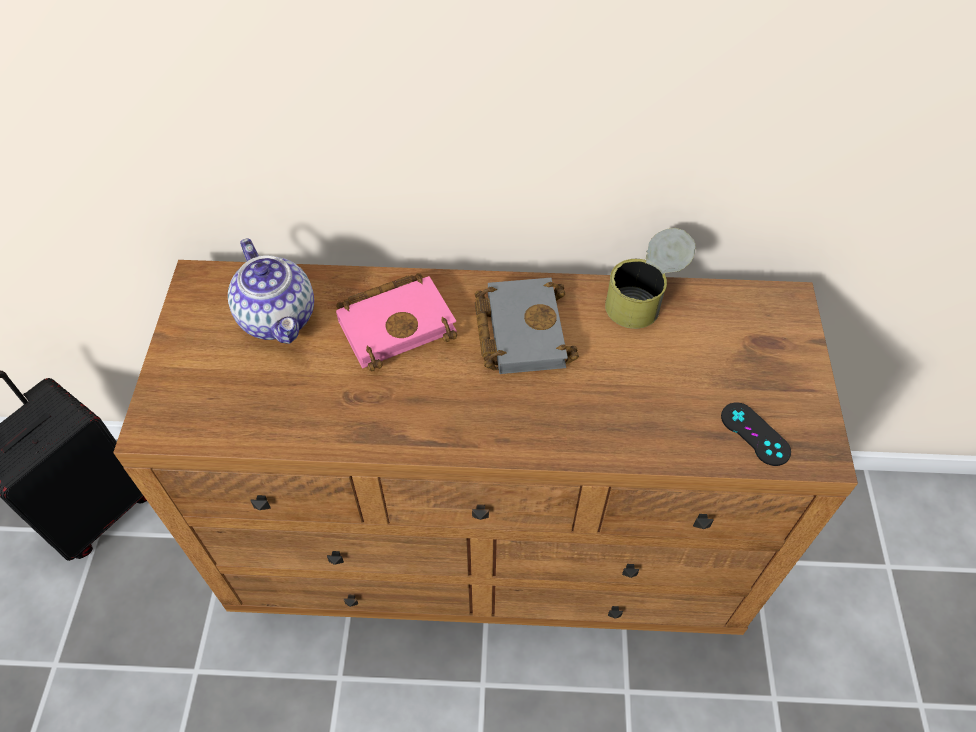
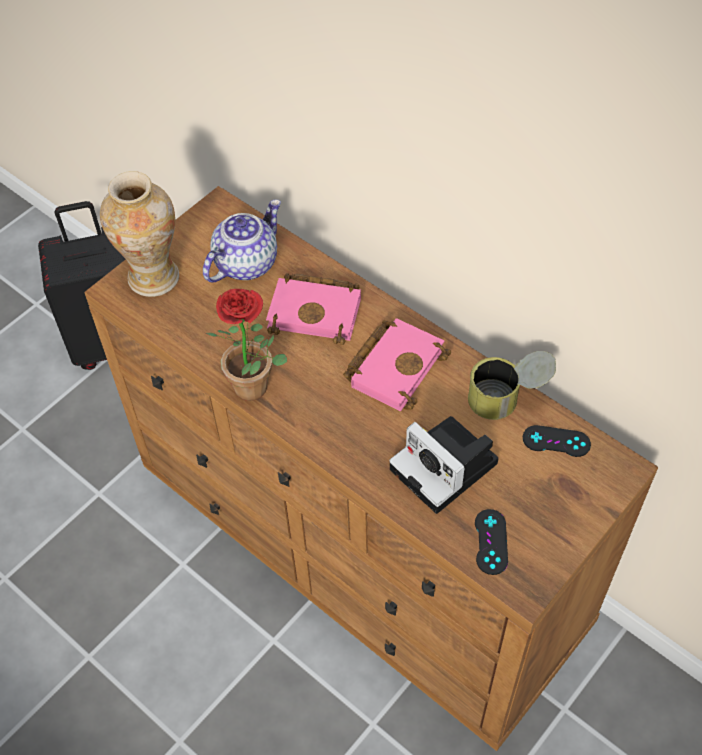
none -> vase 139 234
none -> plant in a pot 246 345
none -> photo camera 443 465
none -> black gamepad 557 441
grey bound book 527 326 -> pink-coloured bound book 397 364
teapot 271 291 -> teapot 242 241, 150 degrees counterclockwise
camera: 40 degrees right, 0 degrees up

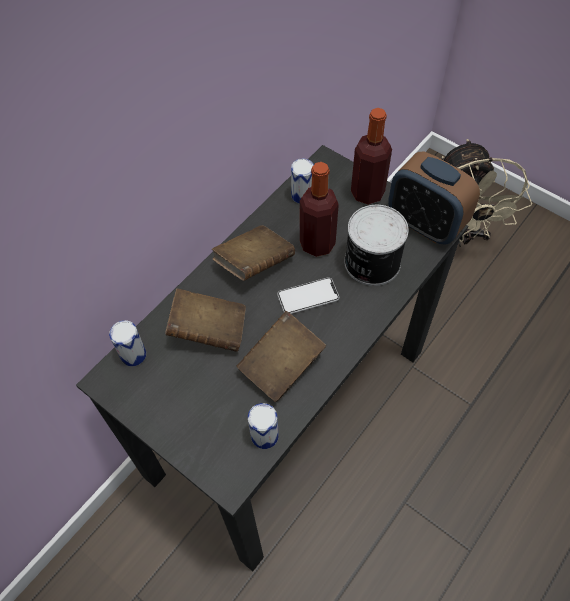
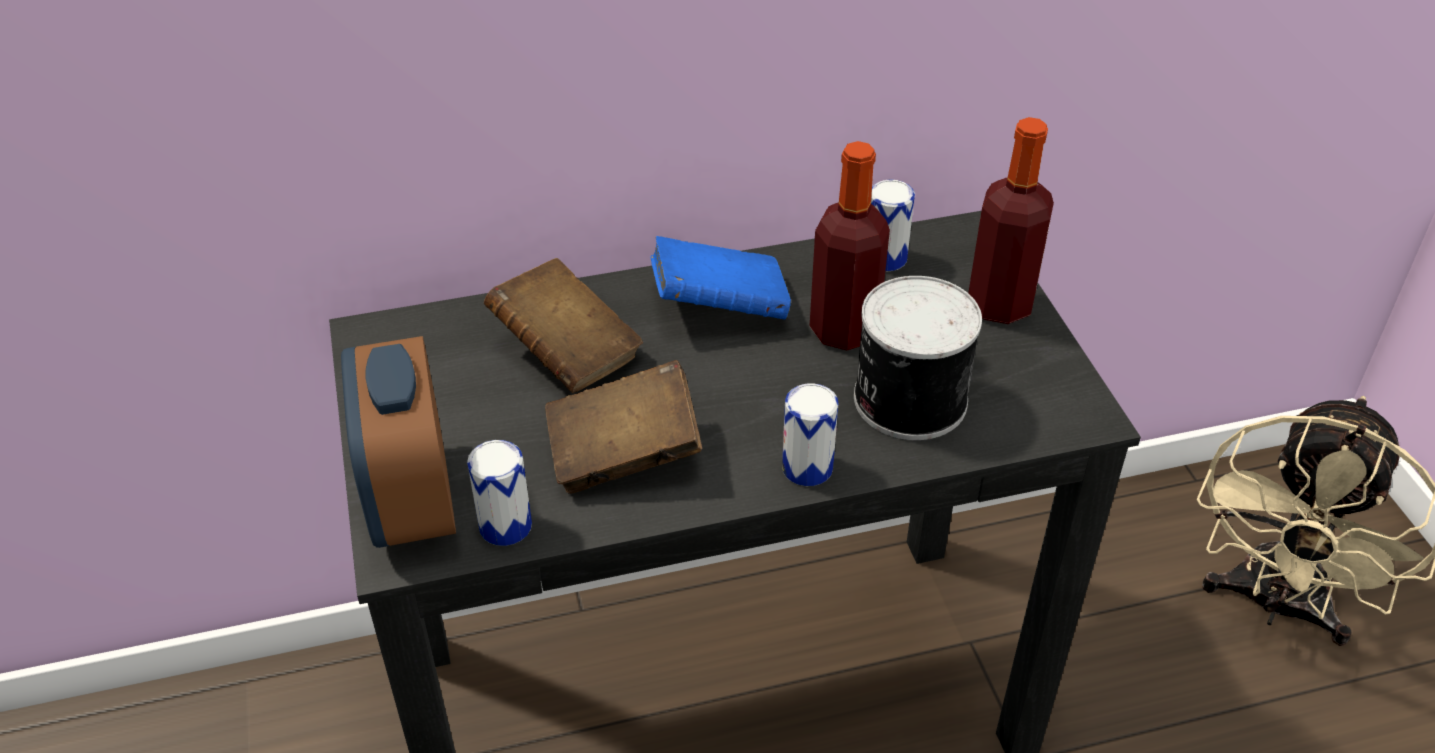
phone 308 295 -> none
metal can 127 343 -> metal can 810 434, moved
bedside clock 434 198 -> bedside clock 398 442, moved
brownish bound book 253 253 -> blue-coloured bound book 720 278
camera: 35 degrees right, 15 degrees down

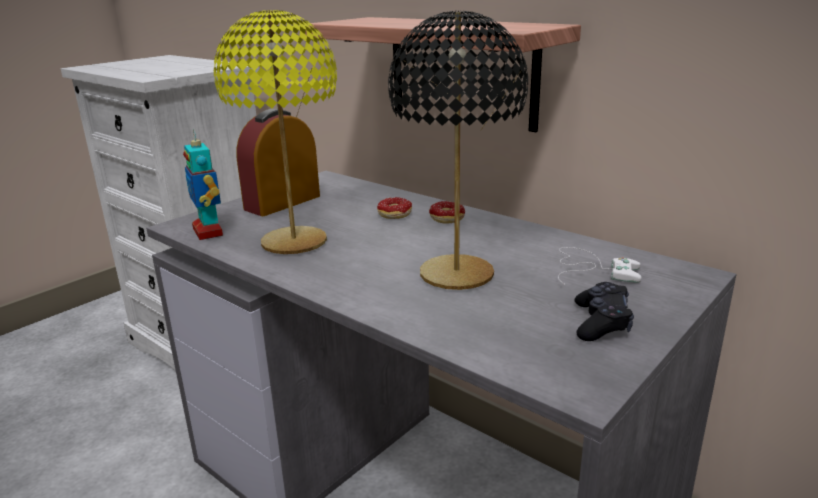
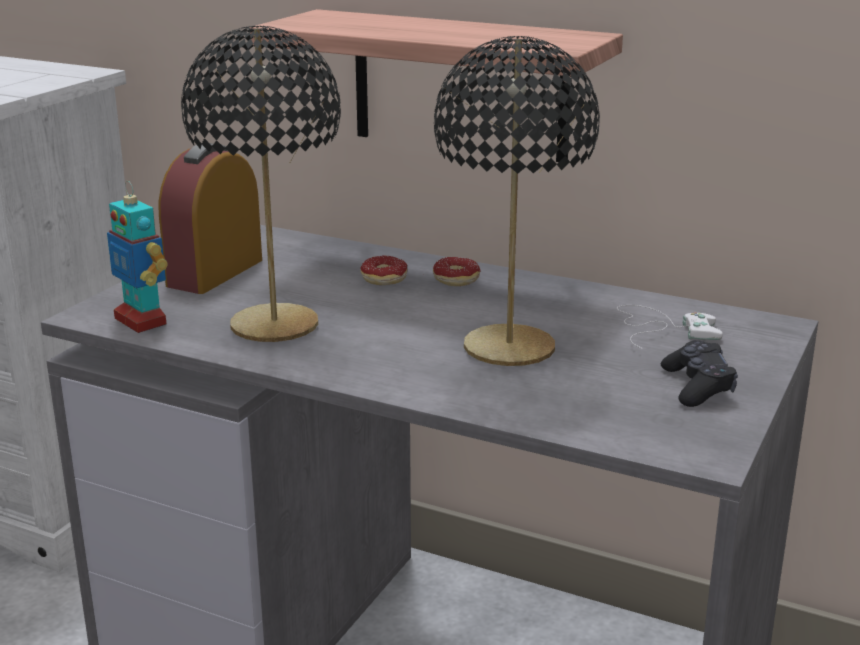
yellow table lamp 275 132 -> black table lamp 261 184
camera: 15 degrees left, 0 degrees up

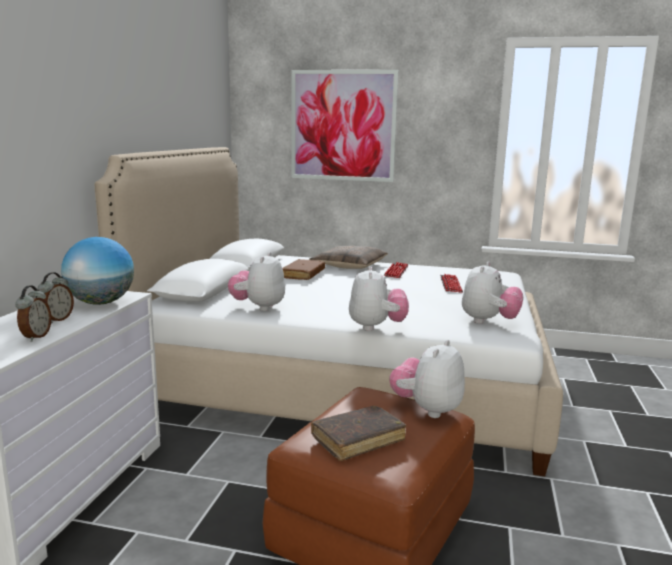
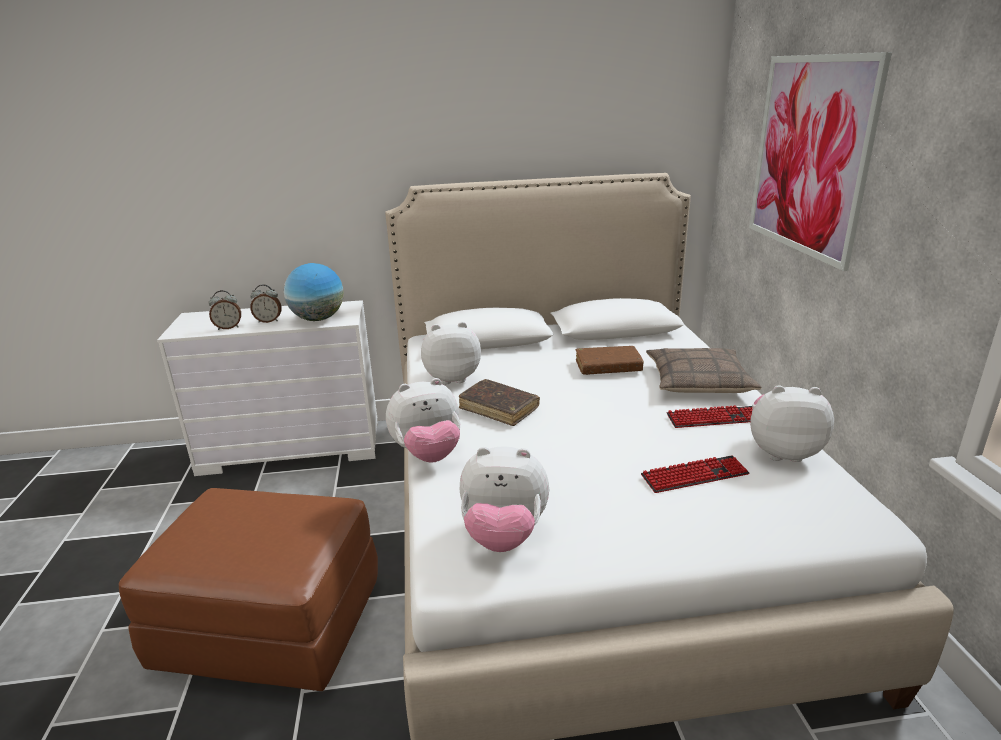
brownish bound book 358 433 -> brownish bound book 499 402, moved
soft toy 427 379 -> soft toy 792 423, moved
camera: 70 degrees right, 10 degrees up

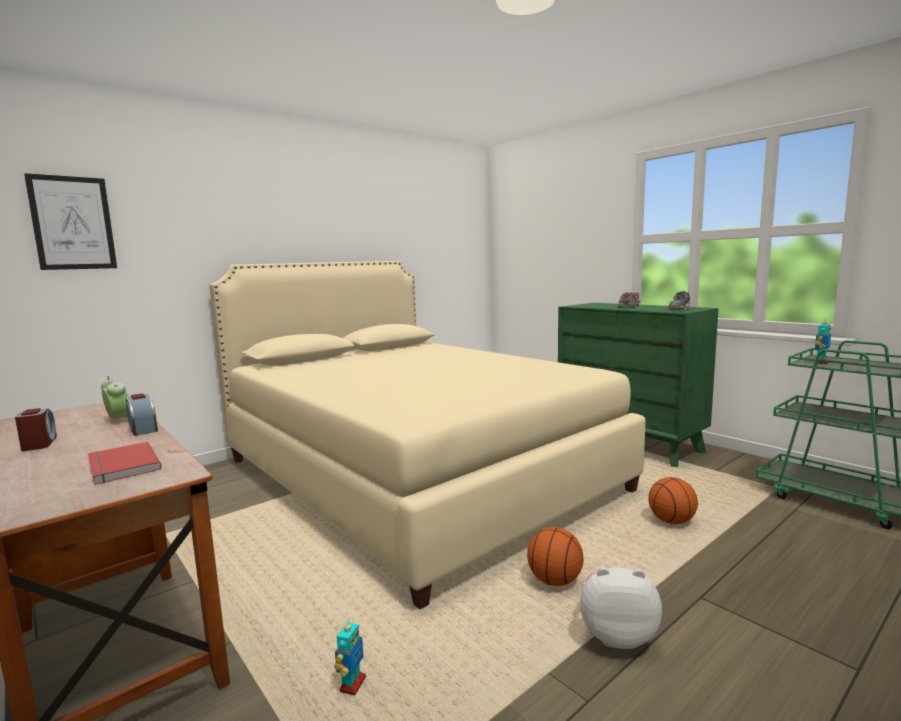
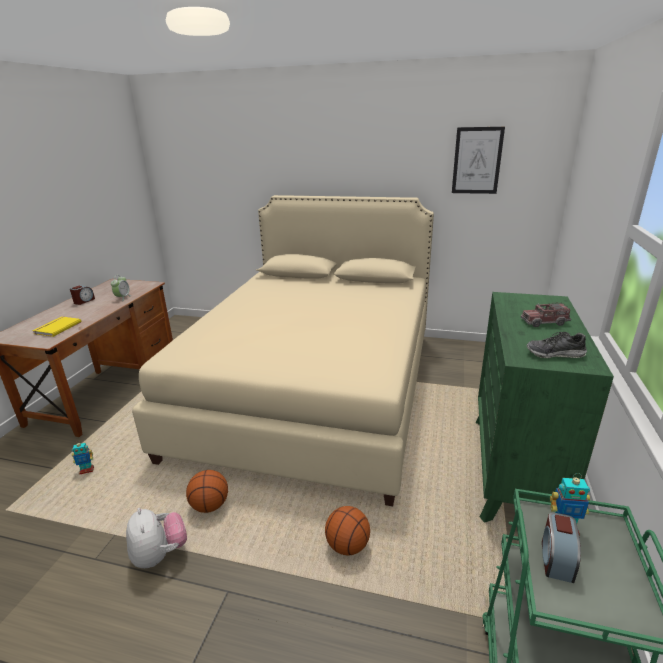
picture 70 221 -> picture 478 160, moved
bedside clock 142 414 -> bedside clock 561 547, moved
red-coloured bound book 125 463 -> yellow bound book 56 327
camera: 55 degrees right, 15 degrees up

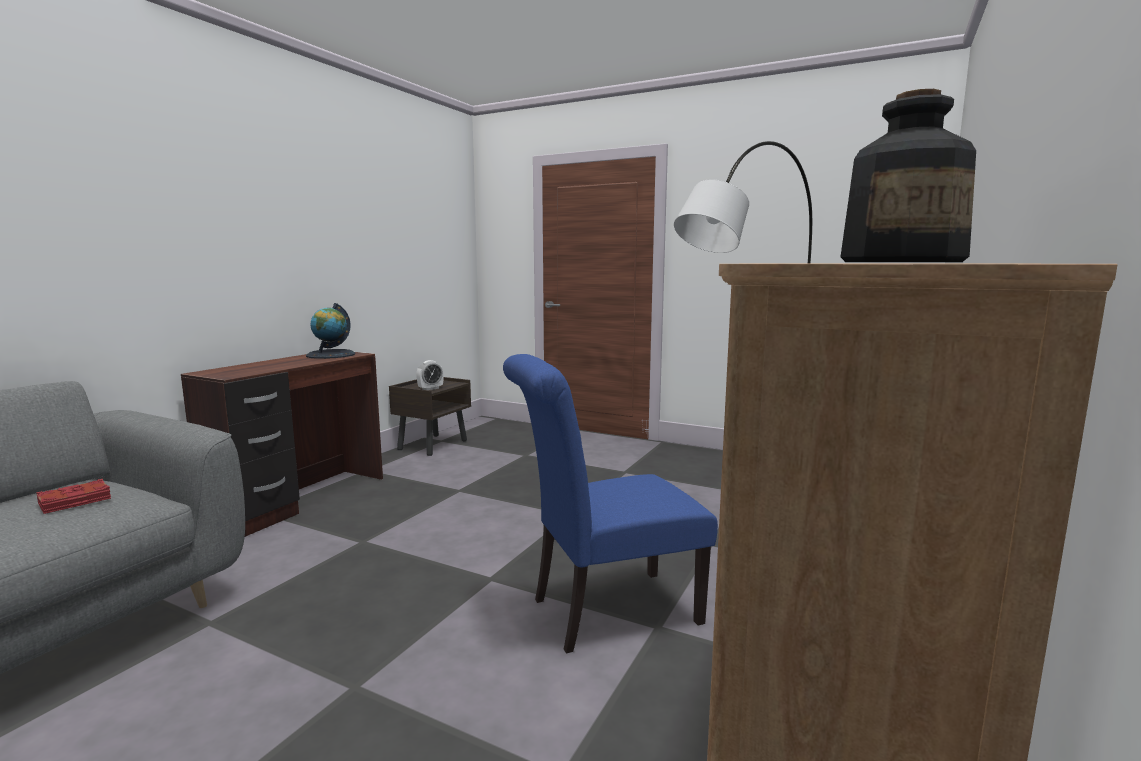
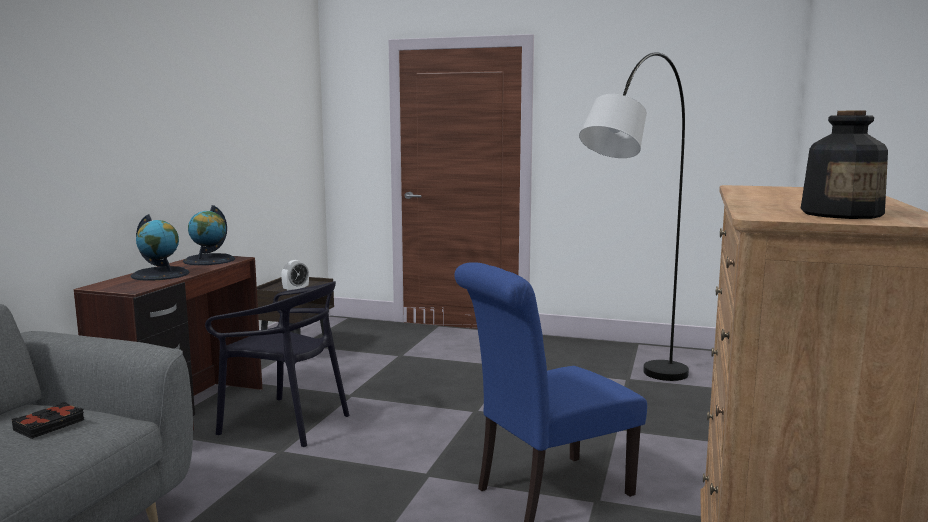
none -> world globe 160 247
none -> black chair 277 364
red-coloured bound book 73 496 -> black bound book 48 420
camera: 10 degrees left, 0 degrees up

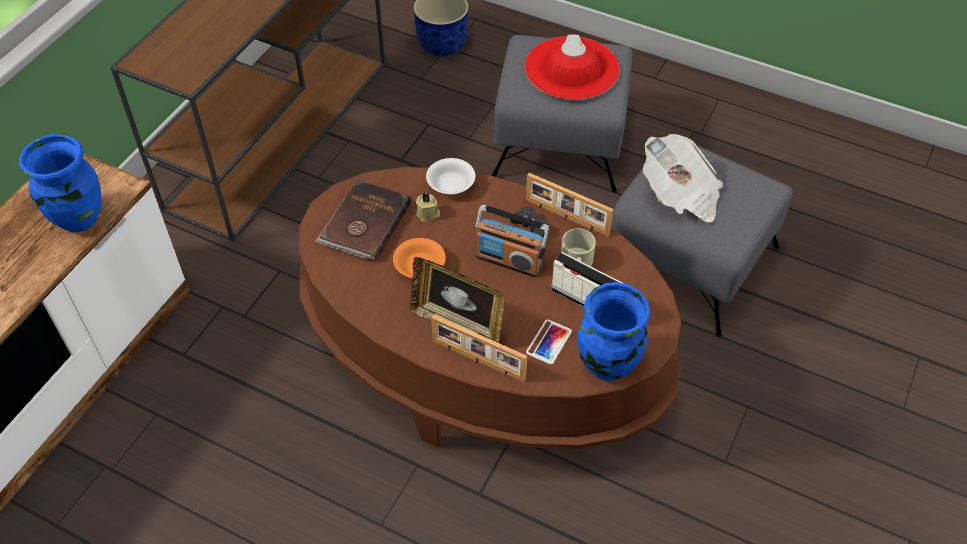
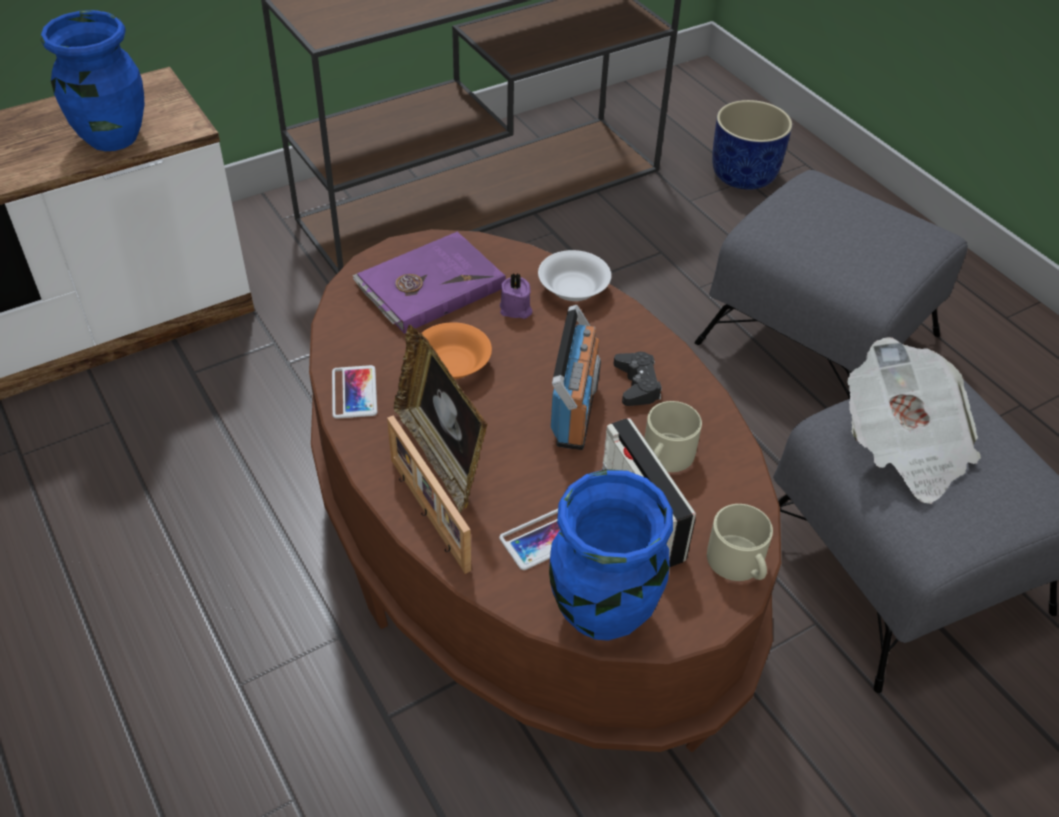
red-coloured clothing hat 572 67 -> none
picture frame 569 205 -> none
none -> phone 354 392
none -> beige tea mug 740 542
brownish bound book 363 221 -> purple-coloured bound book 429 283
beige wax candle 428 207 -> purple-coloured wax candle 516 296
radio set 512 241 -> radio set 576 377, 135 degrees counterclockwise
camera: 30 degrees right, 5 degrees down

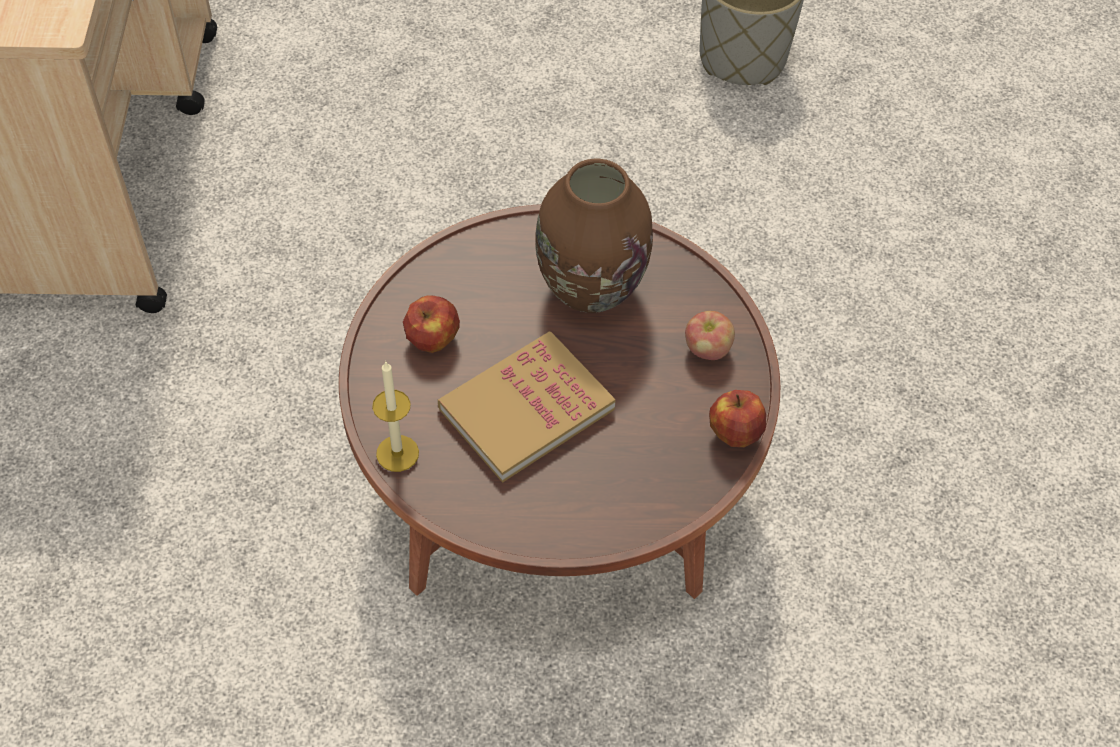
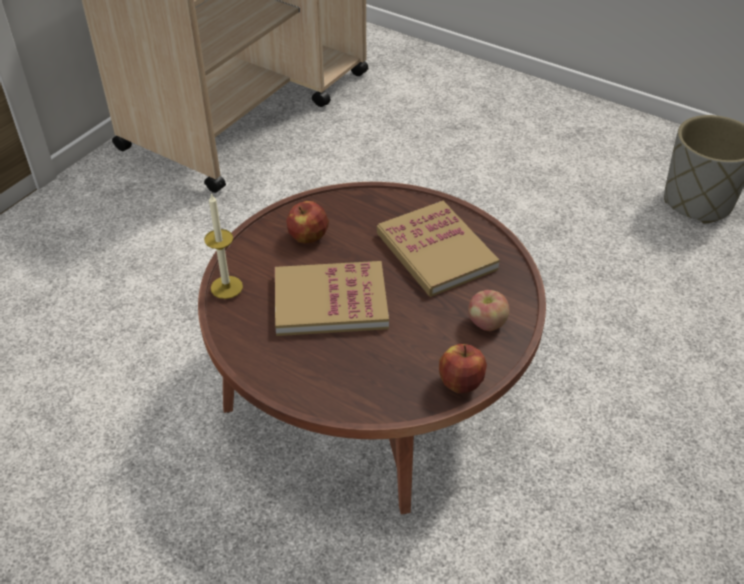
brownish vase 594 236 -> bound book 438 249
camera: 35 degrees right, 10 degrees down

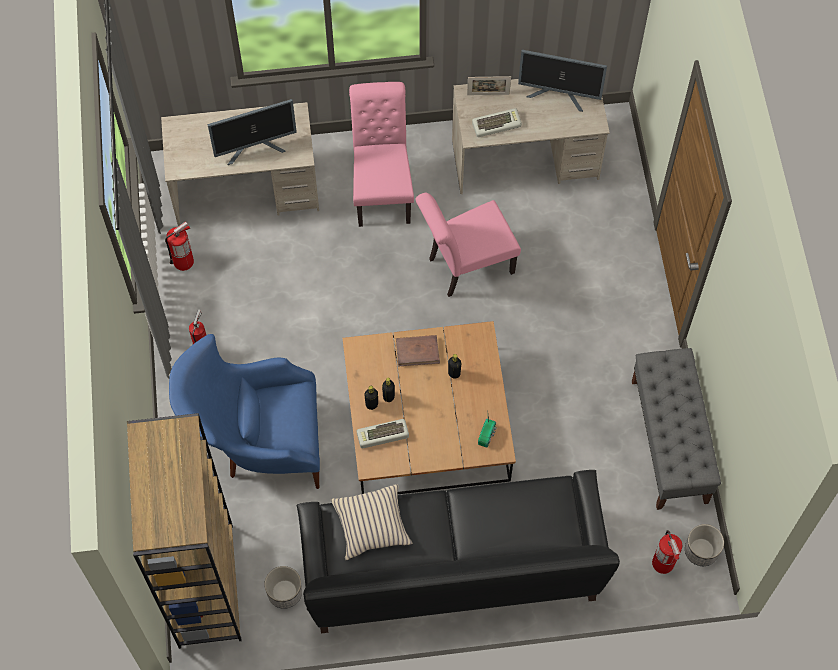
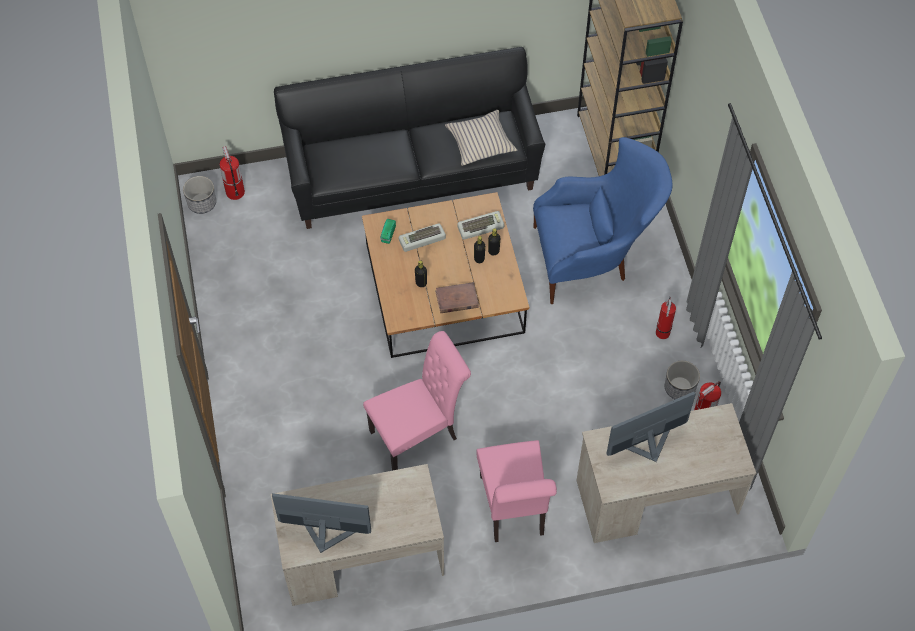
picture frame 489 85 -> none
grey indoor bench 676 429 -> none
planter 283 587 -> planter 682 380, moved
PC keyboard 497 122 -> PC keyboard 422 237, moved
camera: 175 degrees right, 5 degrees down

